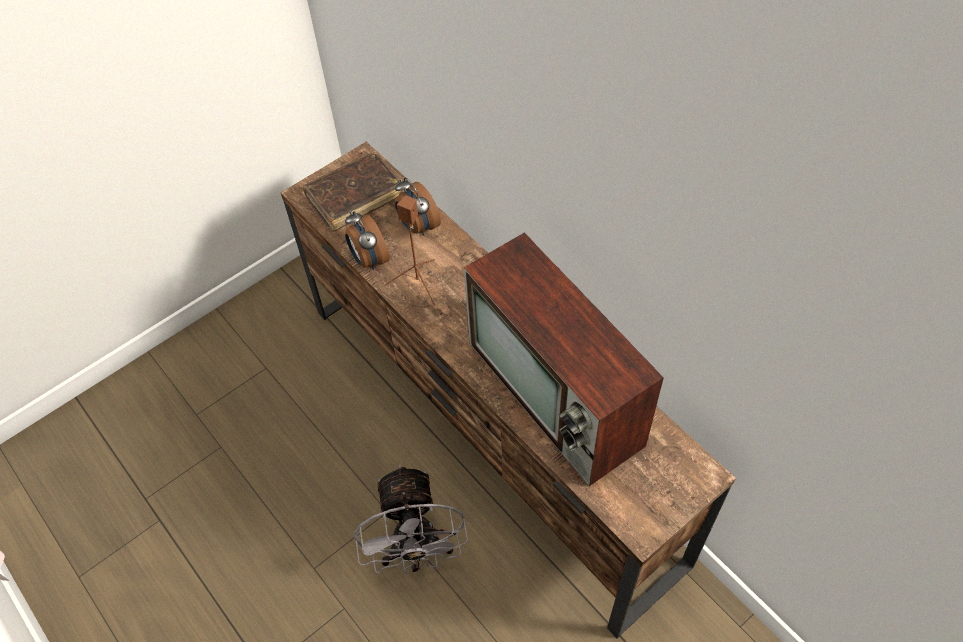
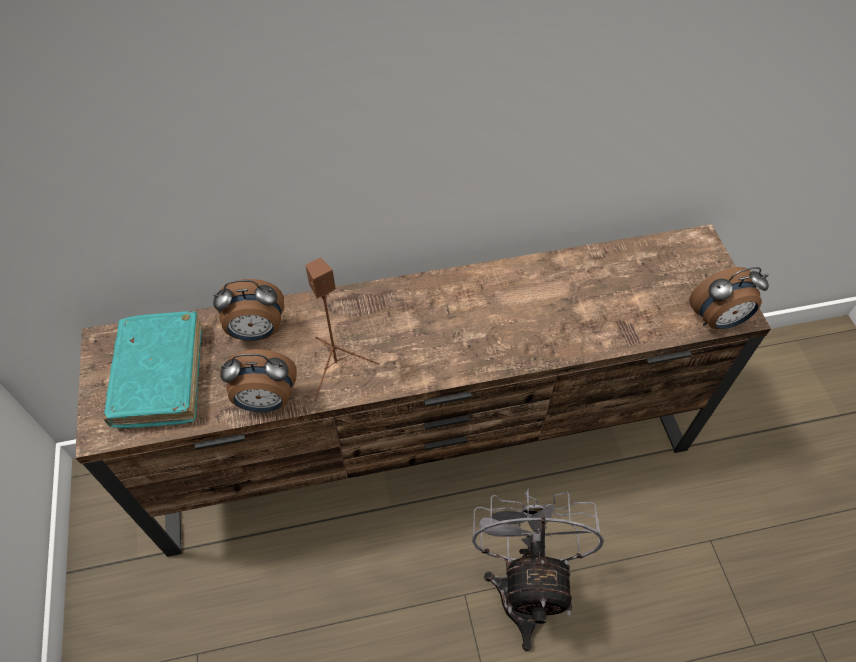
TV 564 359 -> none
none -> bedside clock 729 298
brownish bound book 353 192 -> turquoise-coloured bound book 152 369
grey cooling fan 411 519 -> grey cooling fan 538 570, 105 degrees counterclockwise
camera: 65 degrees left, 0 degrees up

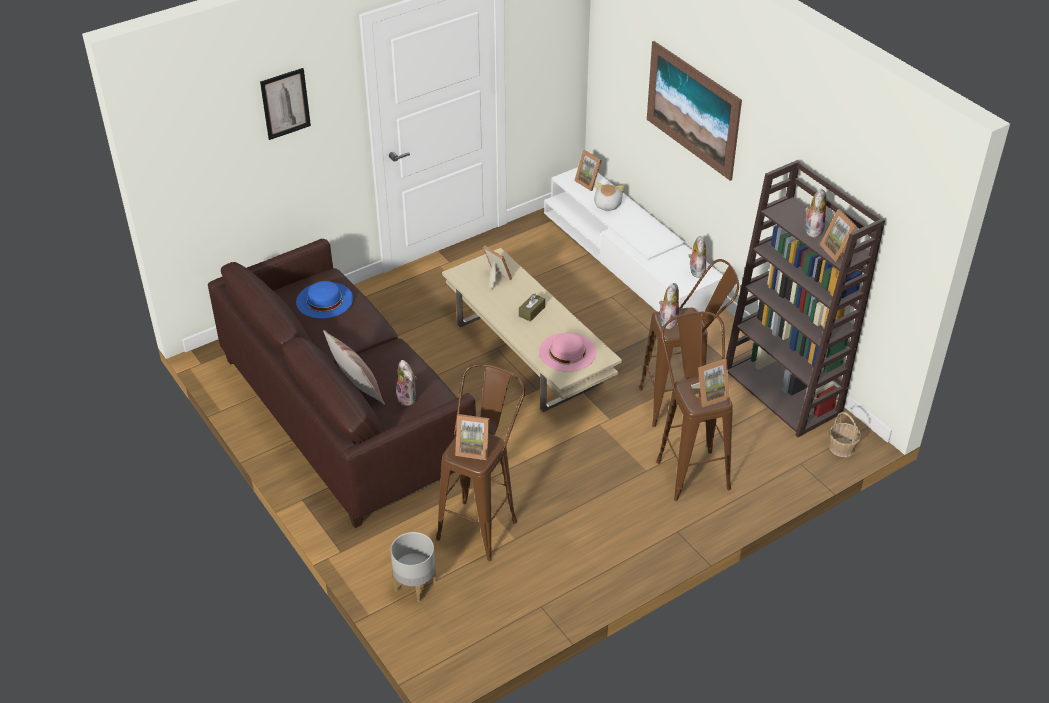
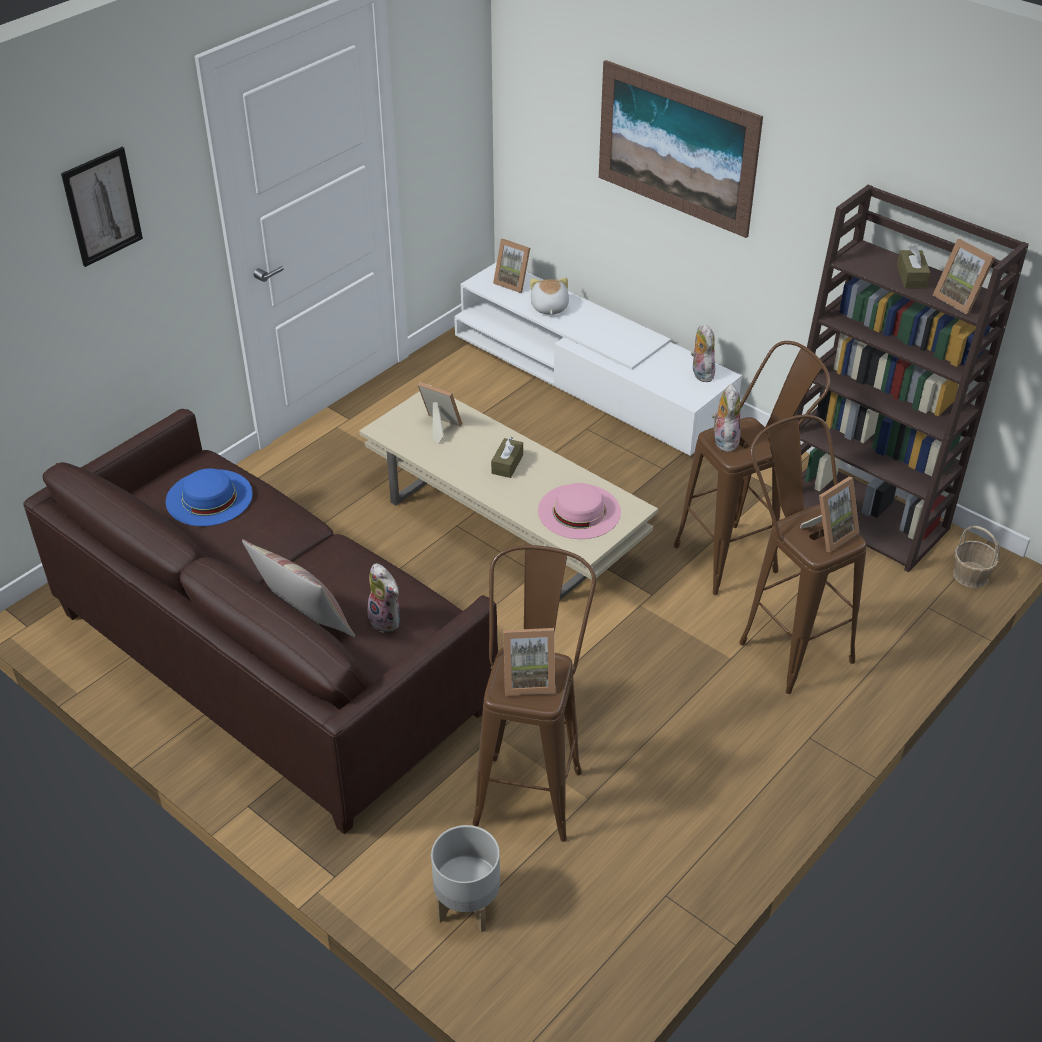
soft toy 815 213 -> brownish tissue holder 913 267
camera: 15 degrees left, 0 degrees up

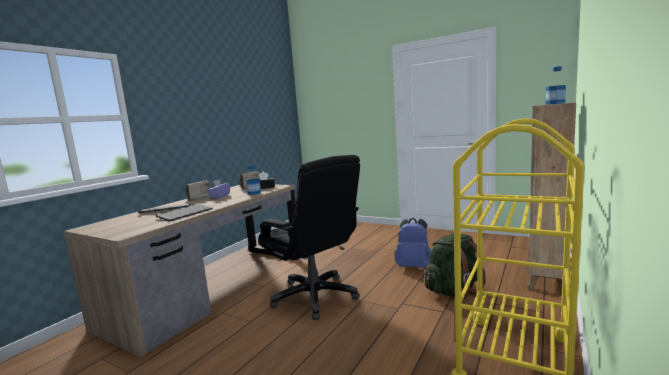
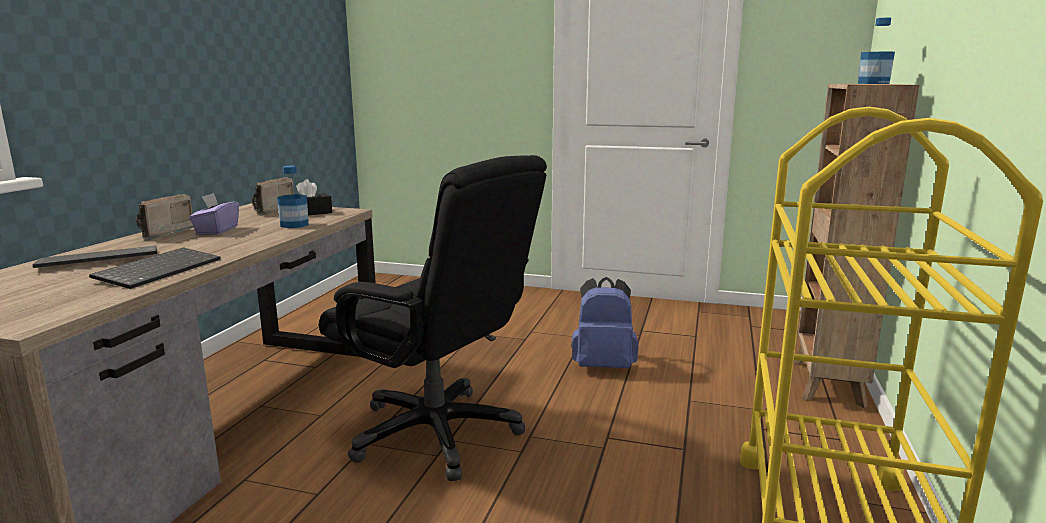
greenish backpack 455 267 -> none
camera: 15 degrees left, 5 degrees up

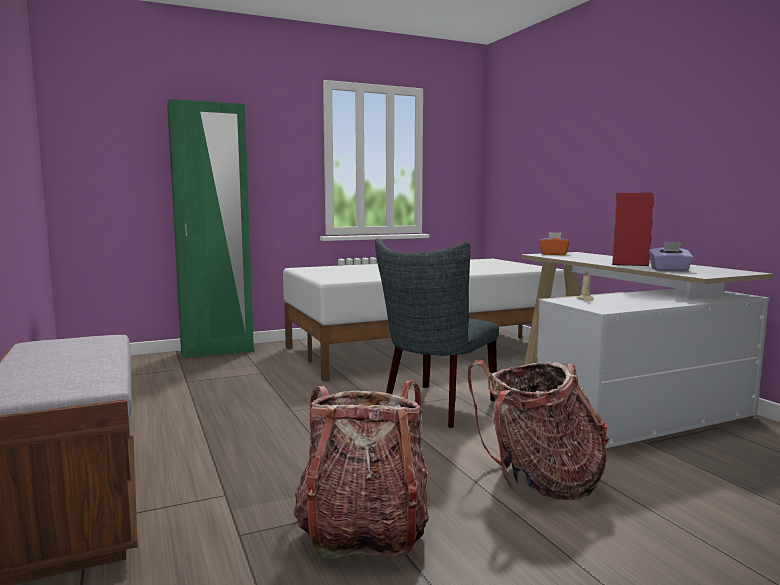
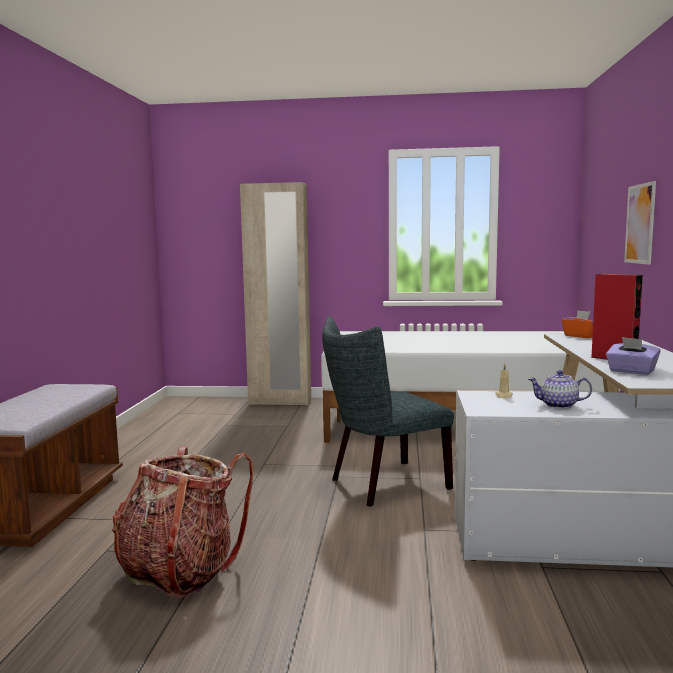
backpack 538 430 -> none
none -> teapot 560 389
none -> picture 640 223
greenish wardrobe 210 228 -> beige wardrobe 275 293
camera: 30 degrees right, 0 degrees up

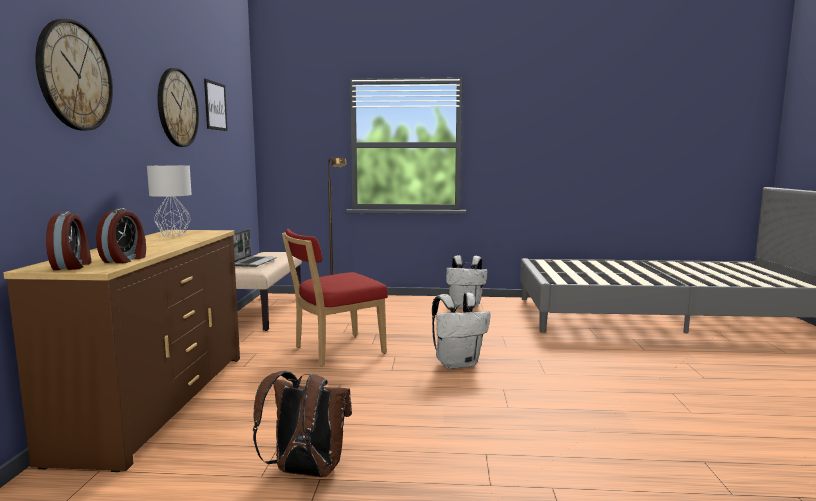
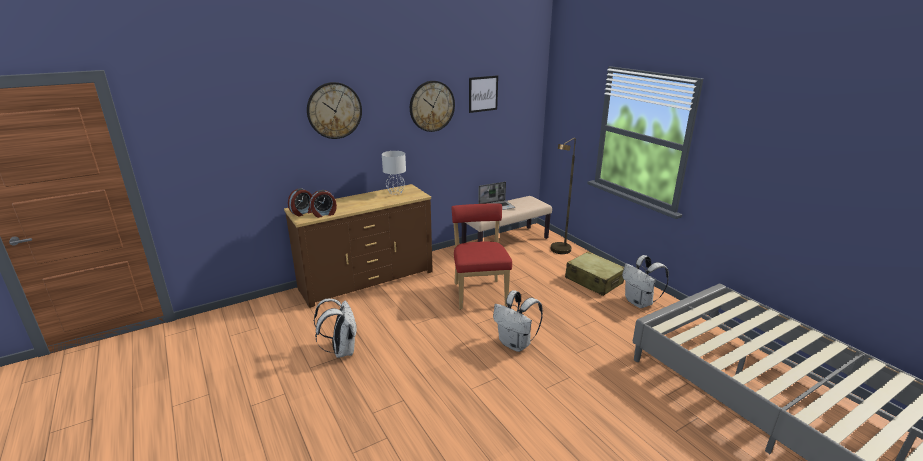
none -> beige piece of luggage 594 273
brownish backpack 302 424 -> white backpack 335 328
red-coloured chair 335 298 -> red-coloured chair 481 256, 60 degrees clockwise
camera: 55 degrees right, 15 degrees up

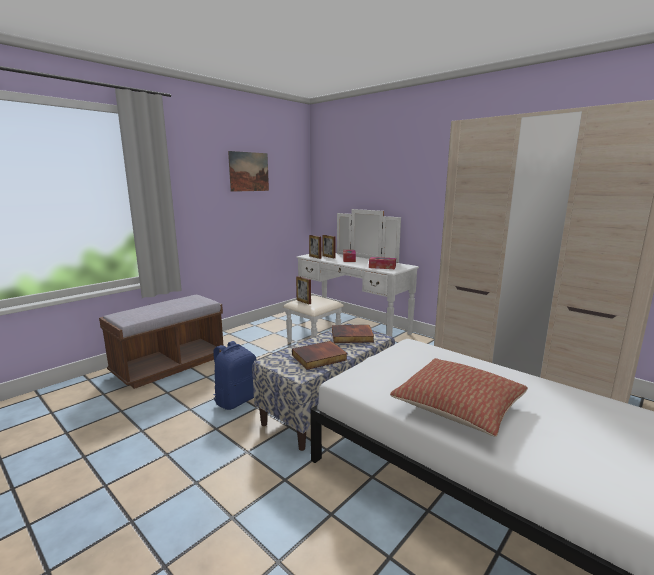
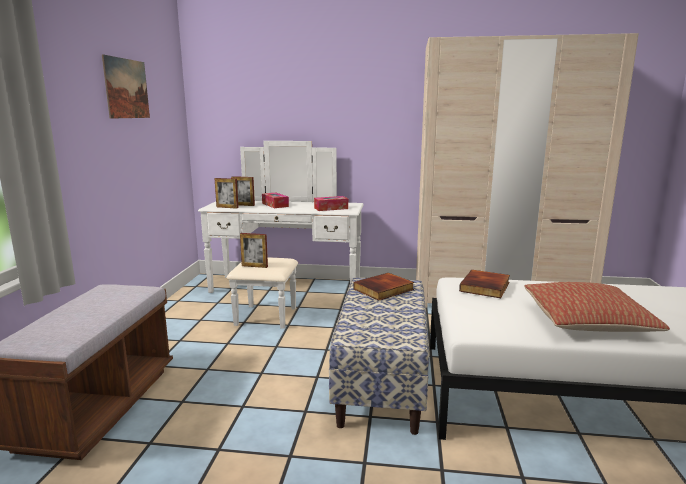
blue-coloured backpack 234 375 -> none
bound book 320 355 -> bound book 484 284, moved
camera: 35 degrees left, 0 degrees up

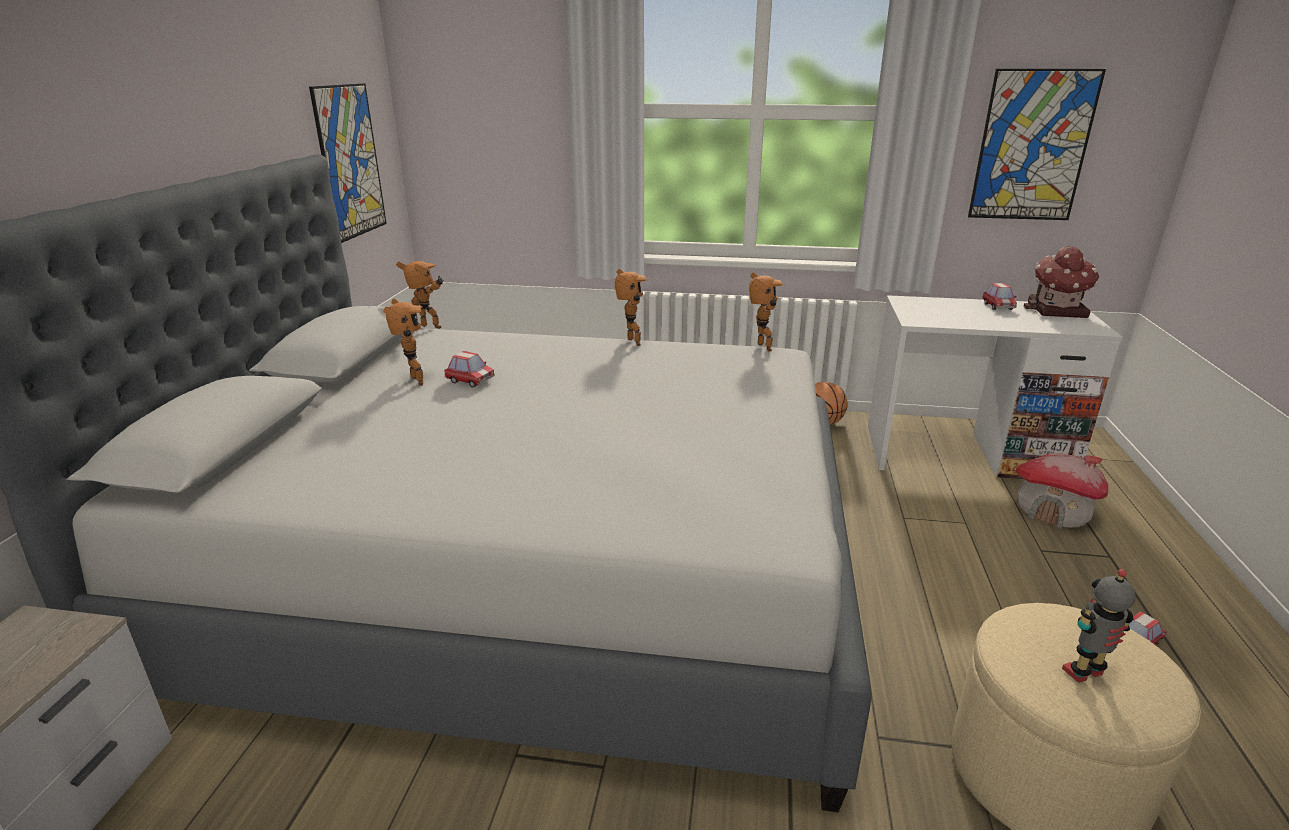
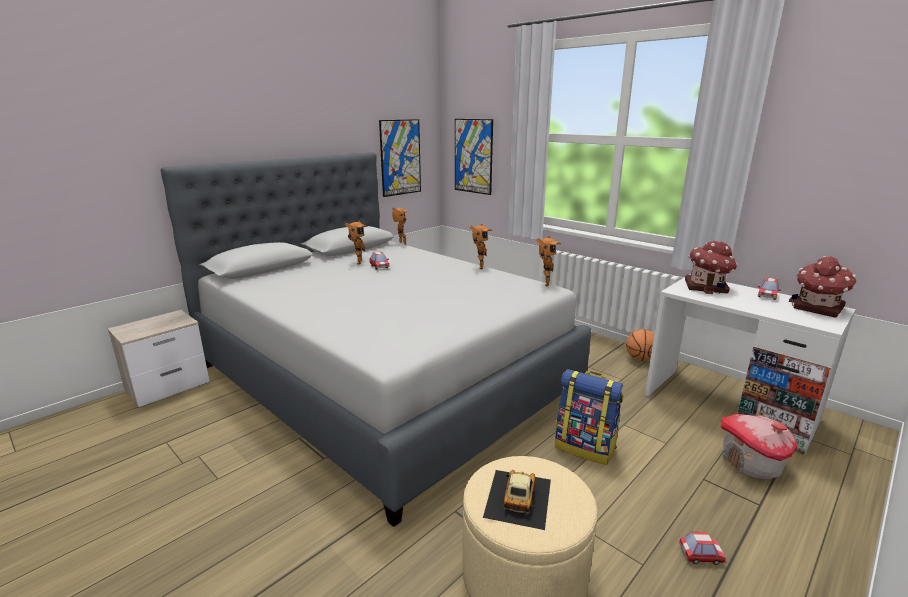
none -> backpack 589 417
none -> miniature house 711 267
picture 1037 144 -> picture 474 157, moved
toy robot 1099 626 -> miniature car 517 500
camera: 35 degrees right, 5 degrees down

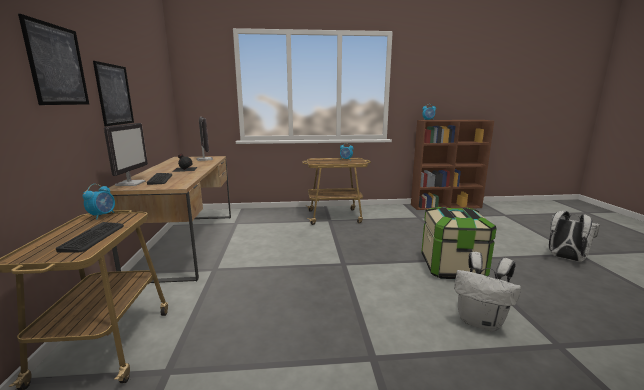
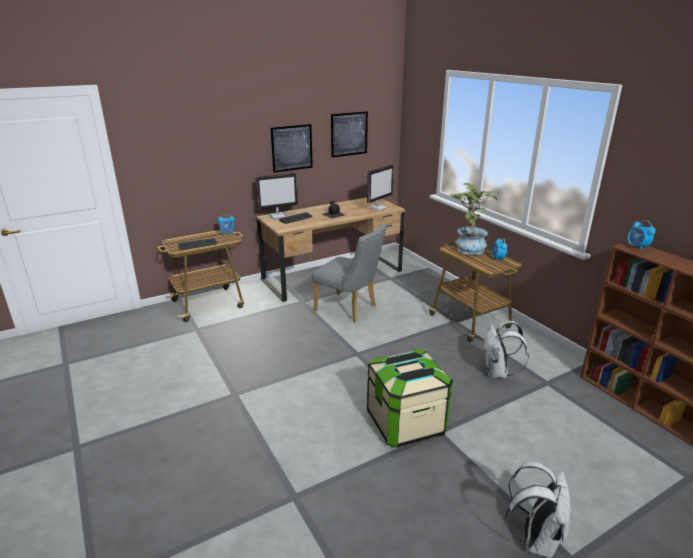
none -> grey chair 349 272
none -> plant in a pot 473 218
picture 53 59 -> picture 349 134, moved
white backpack 487 291 -> white backpack 506 349, moved
camera: 65 degrees right, 10 degrees up

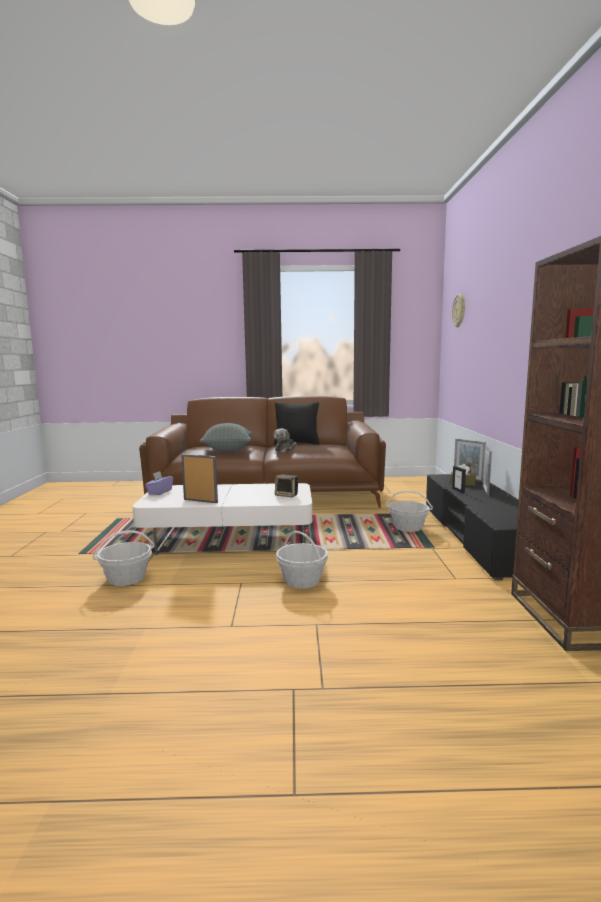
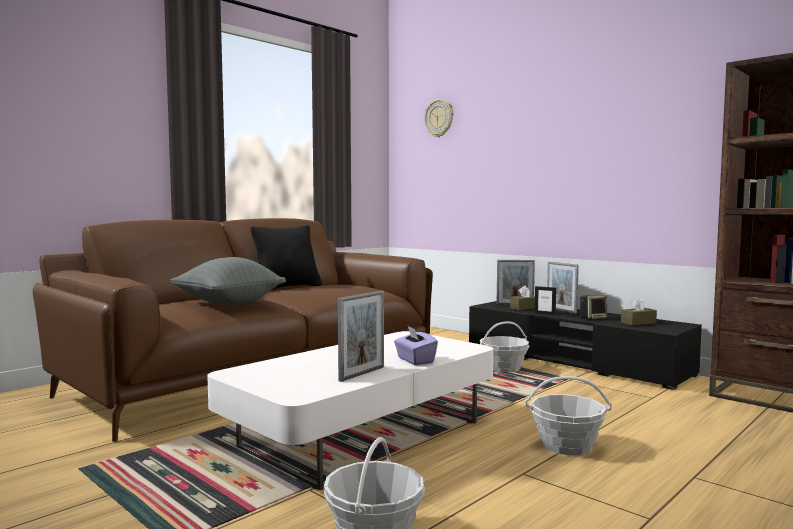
soft toy 285 440 -> none
none -> brownish tissue holder 639 311
purple-coloured tissue holder 159 483 -> purple-coloured tissue holder 416 345, moved
audio speaker 287 485 -> audio speaker 593 307, moved
picture frame 199 478 -> picture frame 361 336, 150 degrees clockwise
camera: 45 degrees left, 5 degrees down

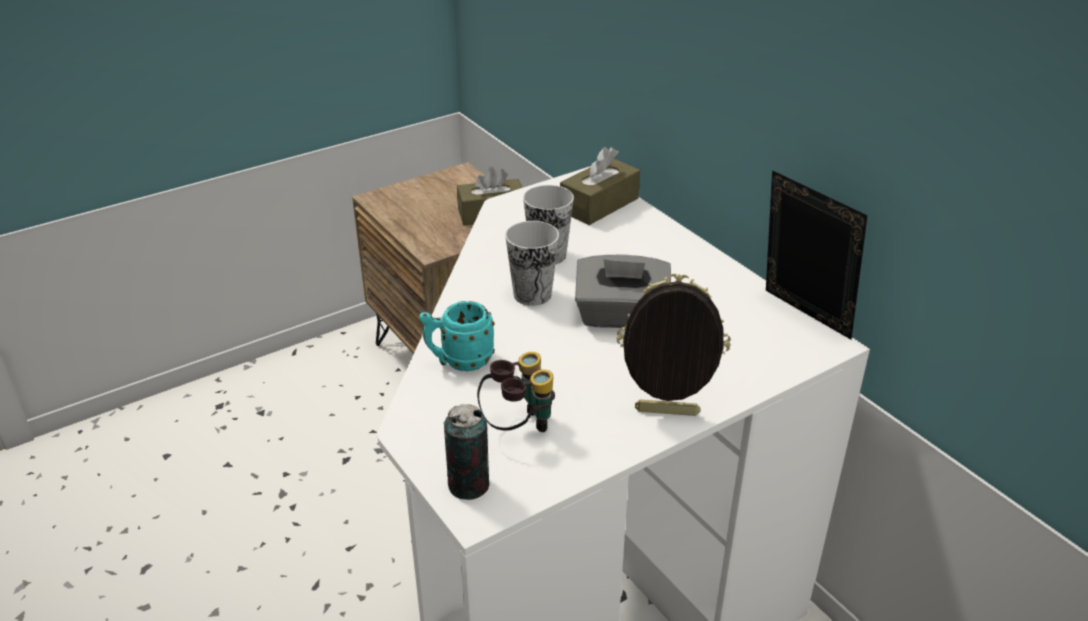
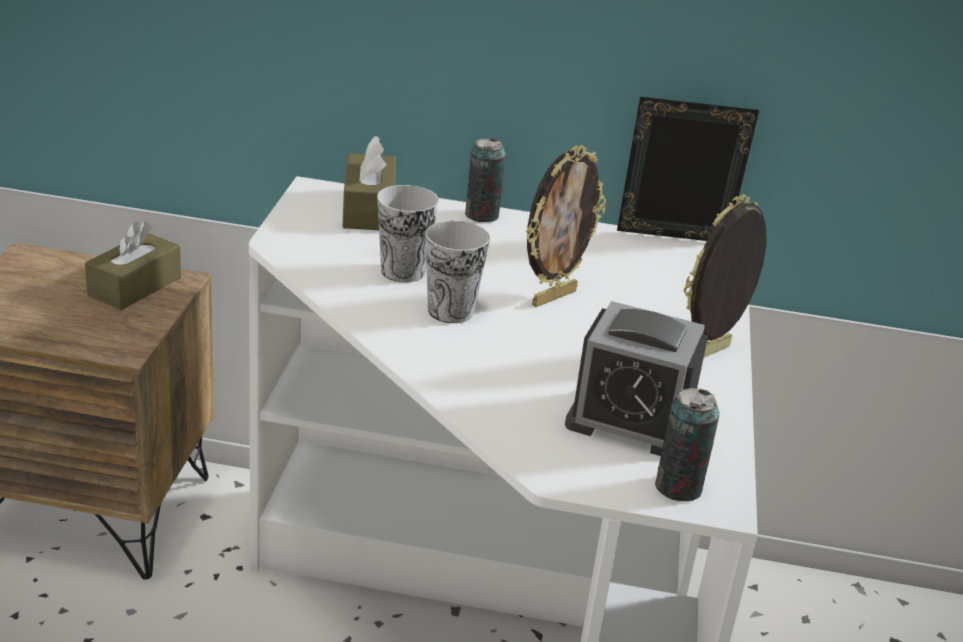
turquoise-coloured tea mug 457 336 -> none
none -> metal can 485 180
binoculars 516 392 -> bedside clock 636 378
grey tissue holder 623 291 -> picture frame 566 226
camera: 50 degrees left, 5 degrees down

